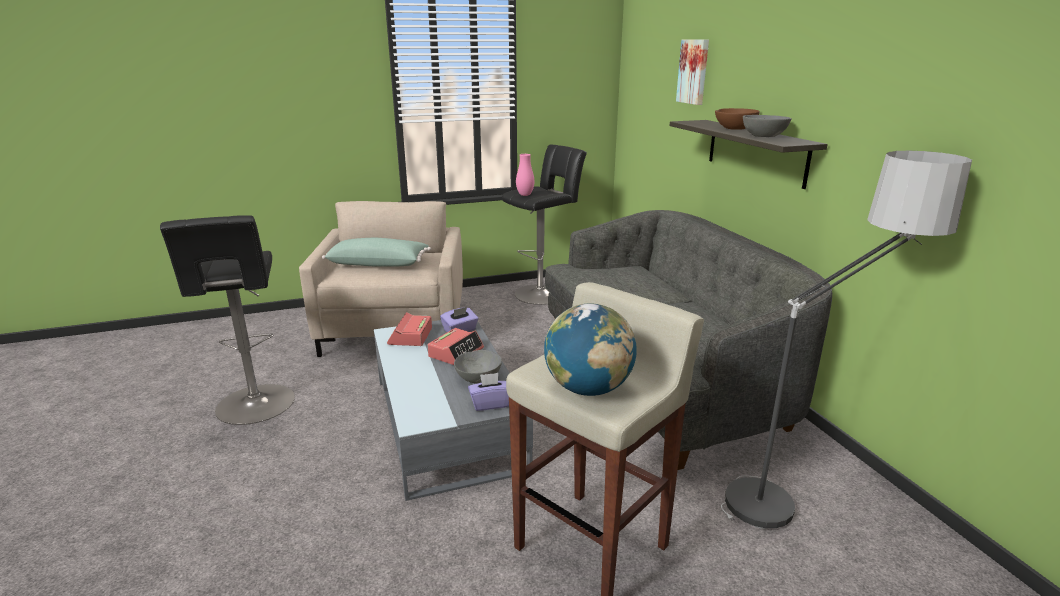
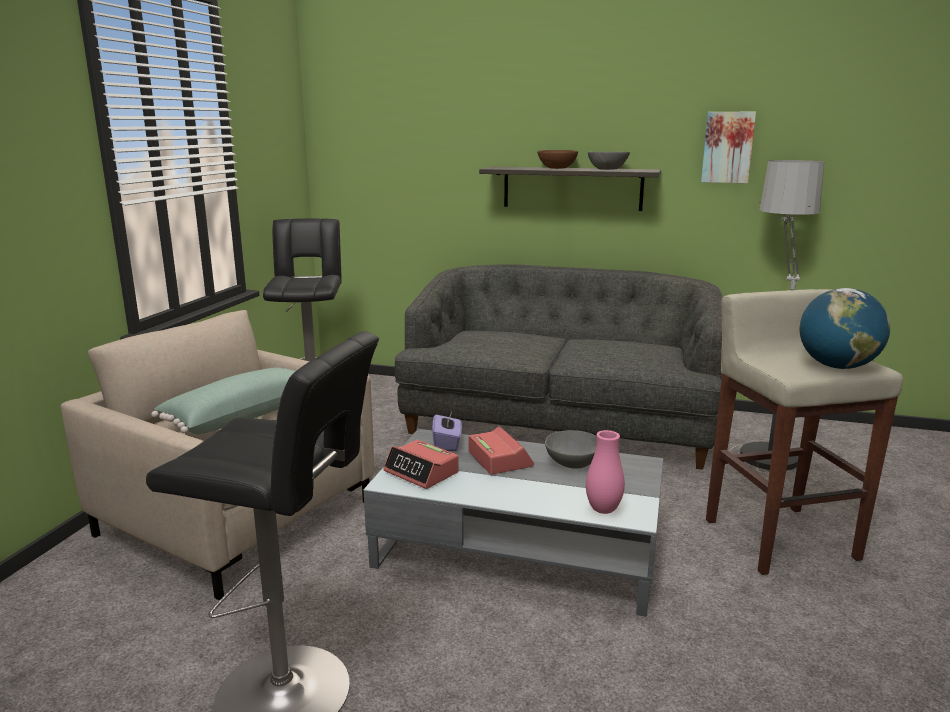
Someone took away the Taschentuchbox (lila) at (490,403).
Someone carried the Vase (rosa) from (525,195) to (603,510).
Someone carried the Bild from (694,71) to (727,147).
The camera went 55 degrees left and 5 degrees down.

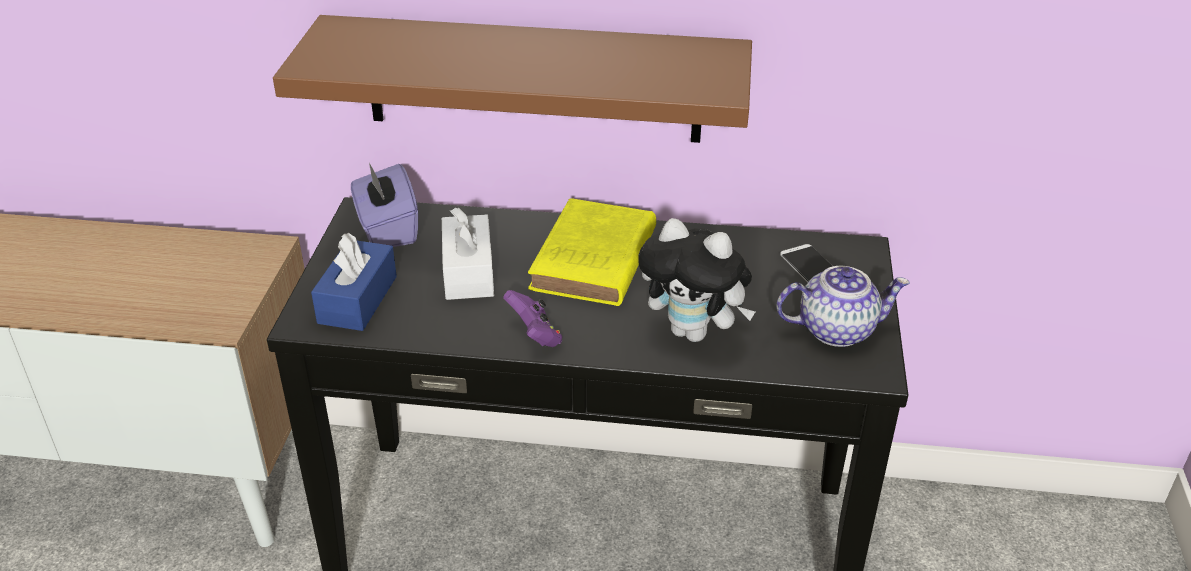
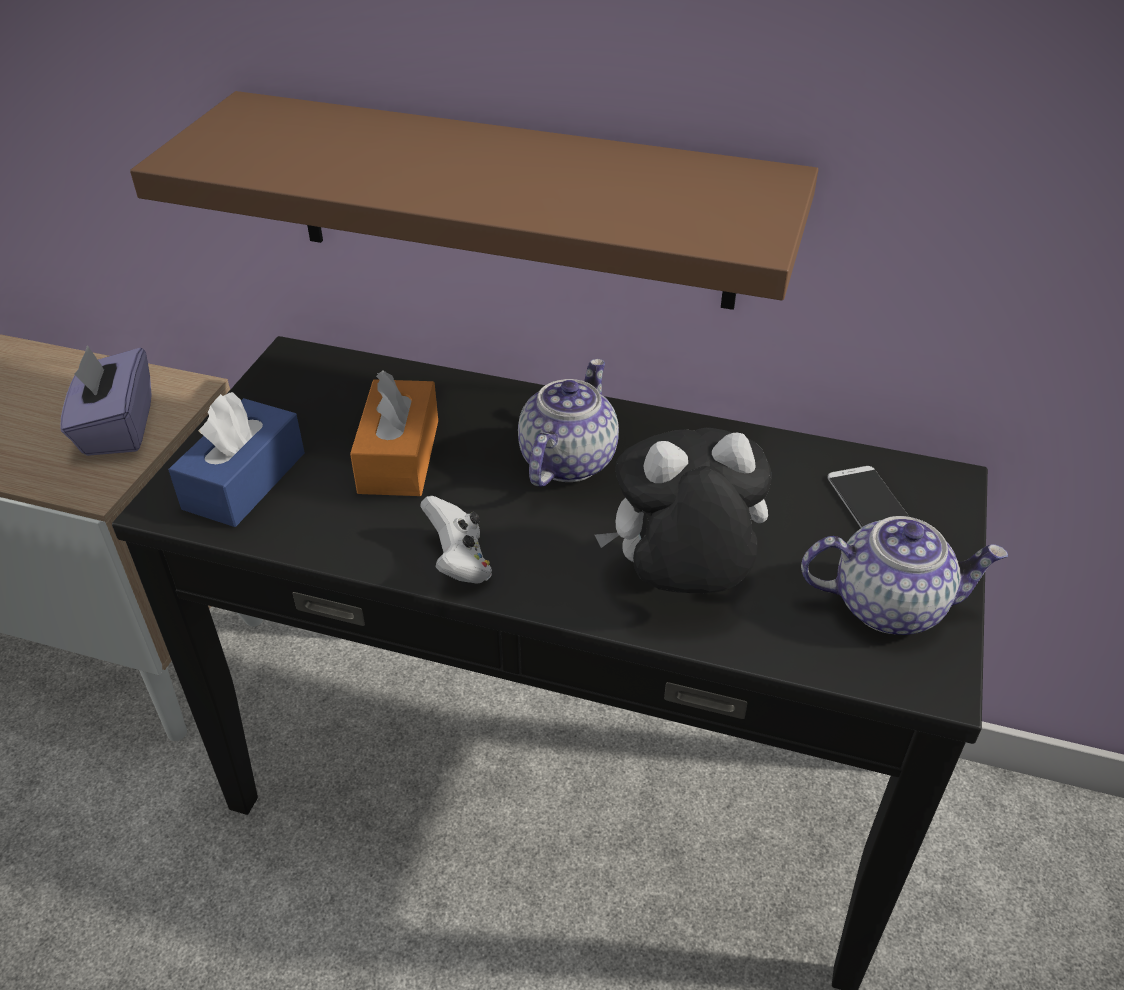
Someone carried the Taschentuchbox (lila) from (387,229) to (117,428).
Someone swapped the Buch (gelb) at (592,262) for the Teekanne at (566,460).
Someone repainted the Taschentuchbox (weiß) at (468,271), which became the Taschentuchbox (orange) at (399,456).
Someone repainted the Gamepad (lila) at (535,335), which became the Gamepad (weiß) at (459,562).
Someone rotated the Plüschtier at (694,332) by 135 degrees clockwise.
The camera went 10 degrees right and 5 degrees up.

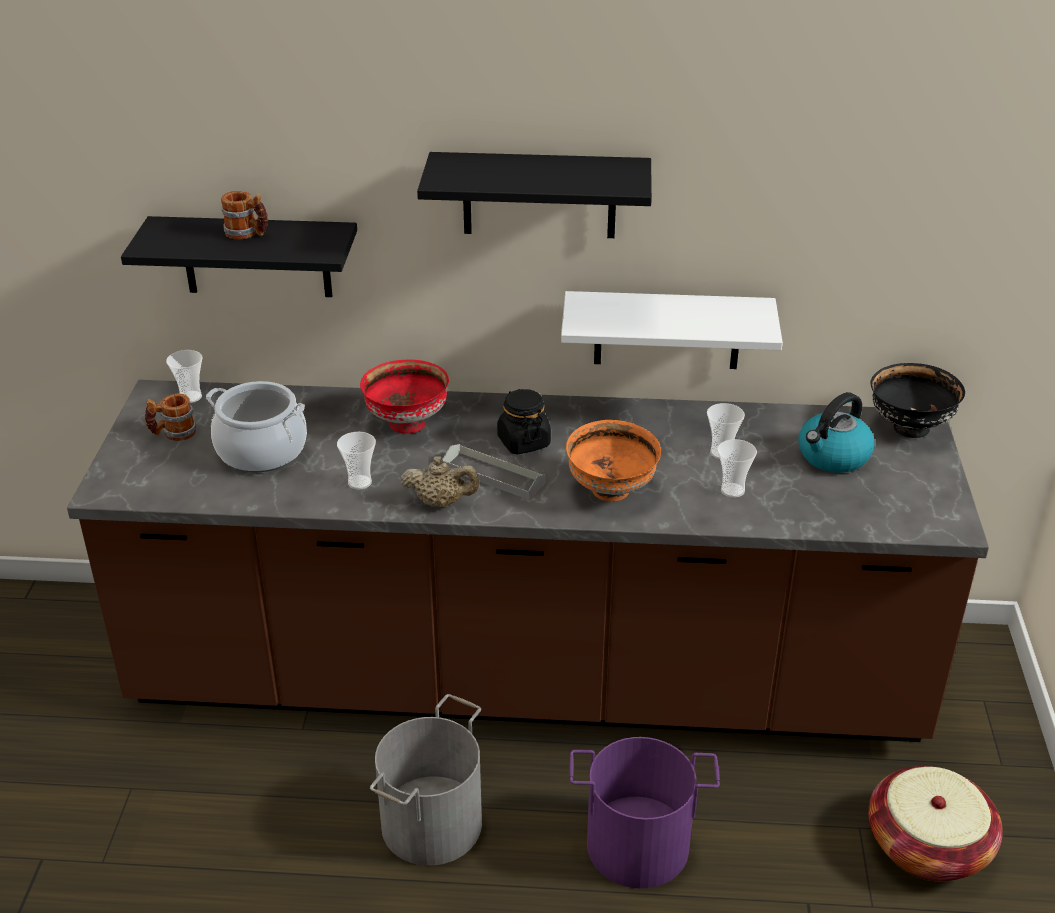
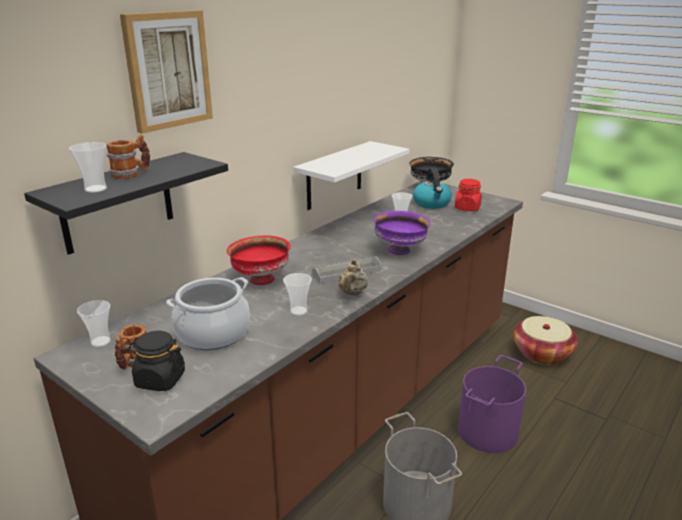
Someone took away the Wandregal (schwarz) at (539,195).
Someone put up the Bild at (167,70).
Someone put down the Vorratsglas (rot) at (467,208).
Someone carried the Vorratsglas (schwarz) from (523,442) to (160,380).
Someone carried the Tasse from (732,490) to (95,189).
Someone repainted the Schüssel (orange) at (612,491), which became the Schüssel (lila) at (400,250).
Someone rotated the Teekanne (beige) at (441,502) by 150 degrees clockwise.
The camera went 55 degrees left and 10 degrees down.

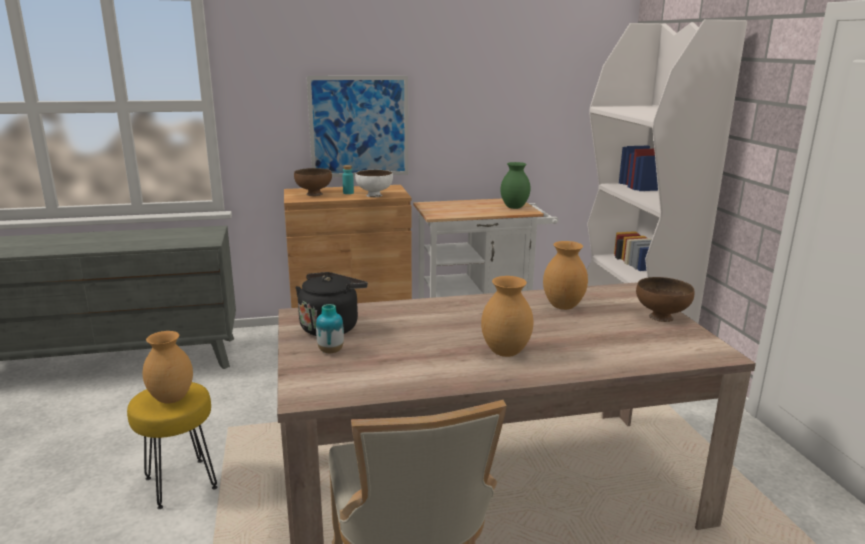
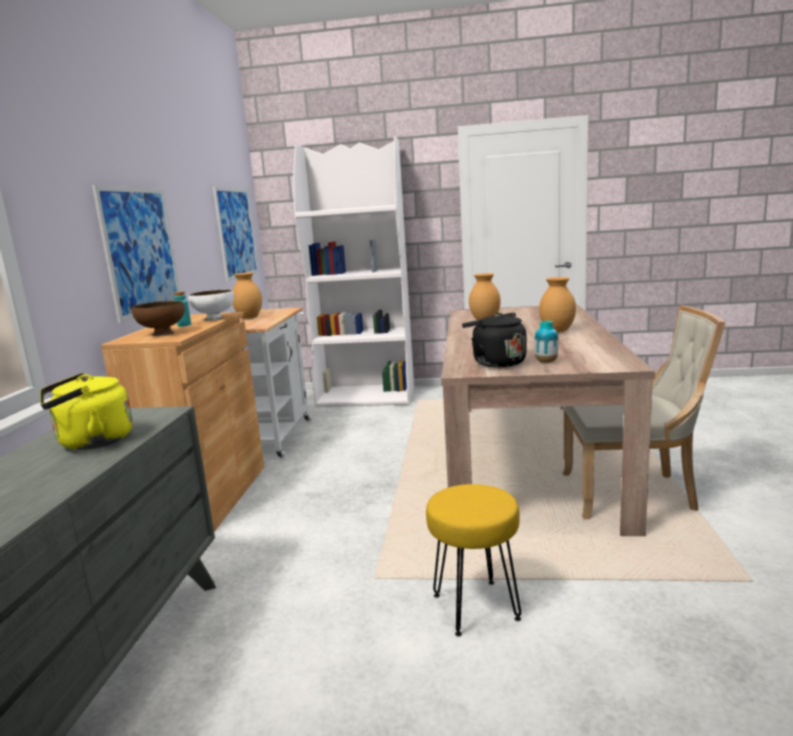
Someone took away the Vase (grün) at (514,207).
Someone took away the Schüssel (braun) at (661,317).
Someone put down the Wasserkessel (gelb) at (91,442).
Someone put up the Bild at (236,233).
Someone carried the Vase (braun) from (172,399) to (250,317).
The camera went 70 degrees left and 5 degrees down.

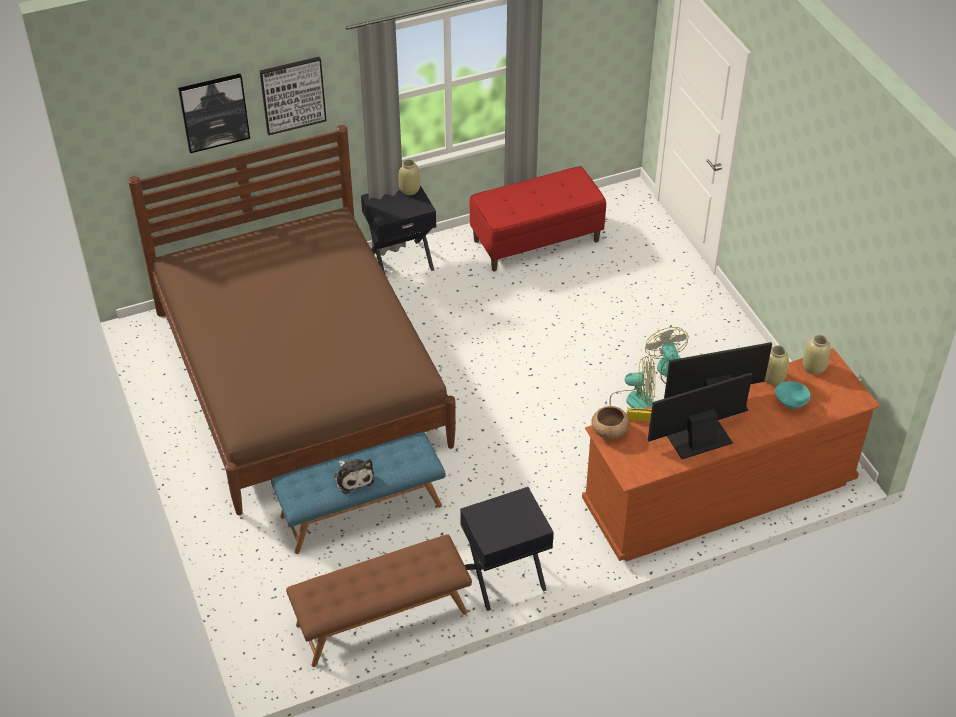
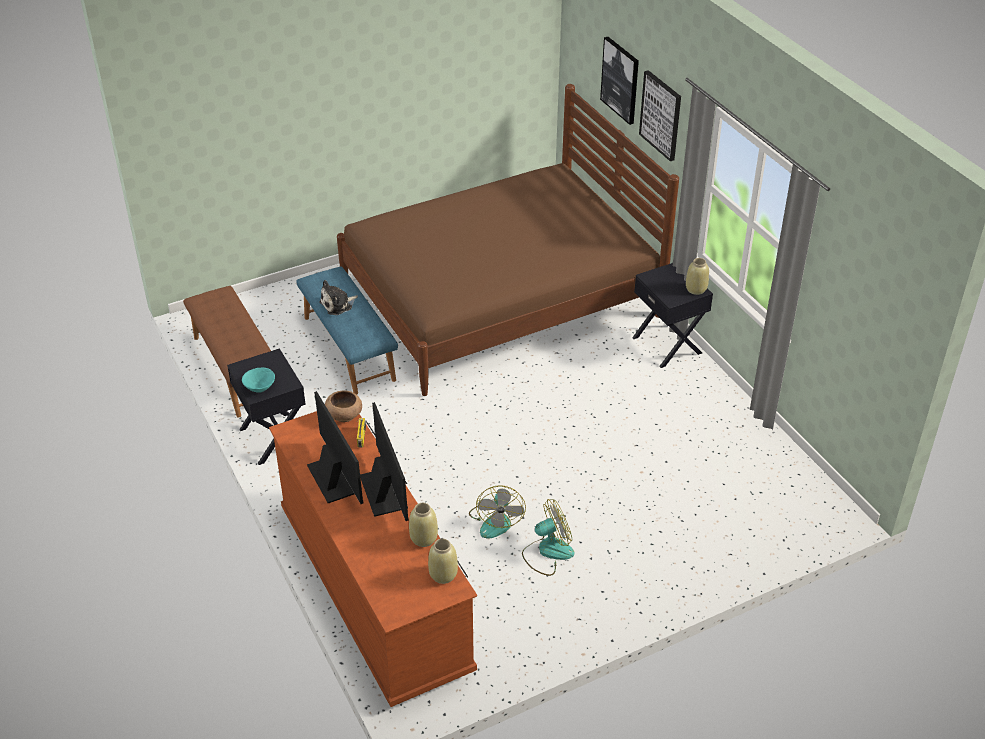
Someone took away the Bank (rot) at (536,240).
Someone carried the Schüssel (türkis) from (790,402) to (260,388).
The camera went 85 degrees right and 5 degrees down.

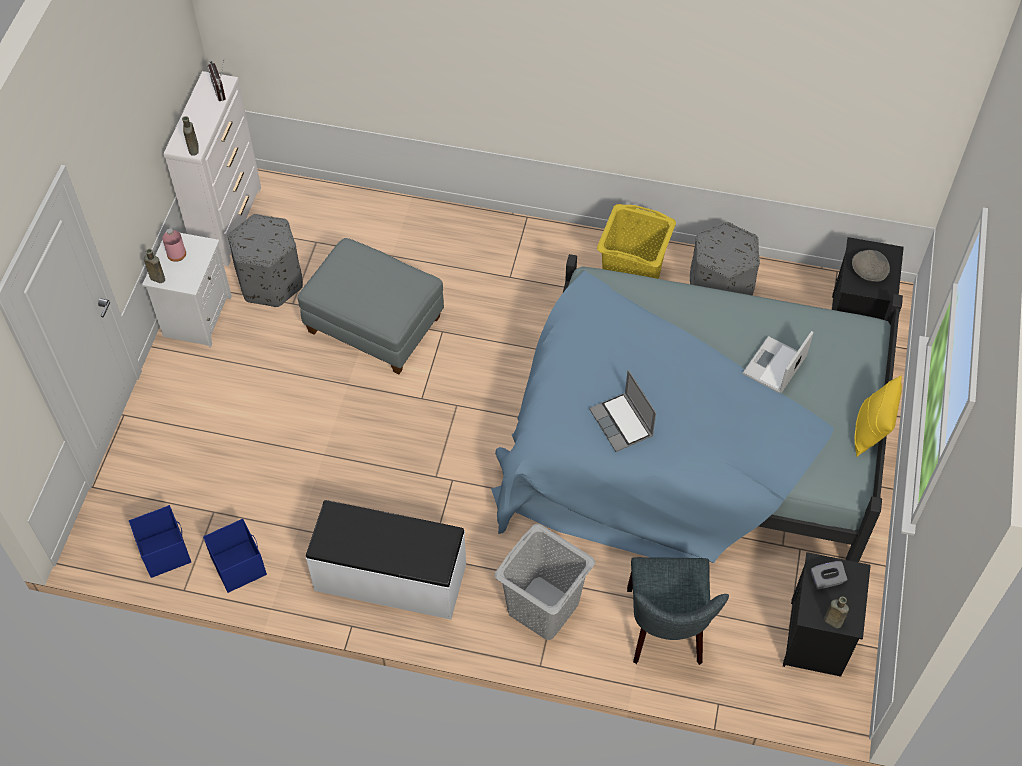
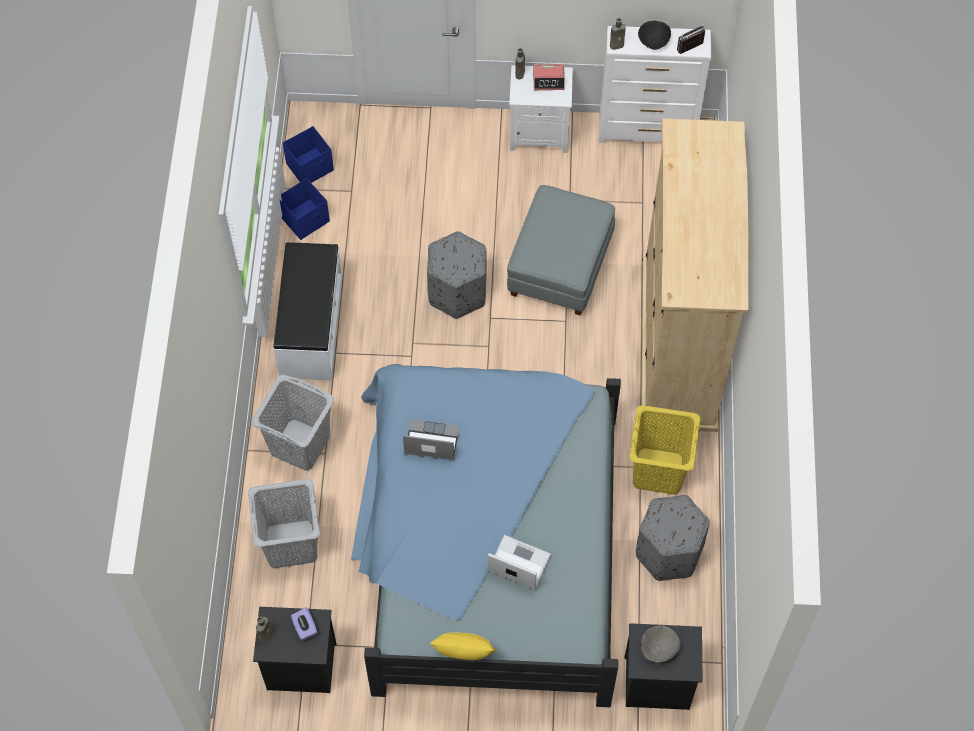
Someone put down the Schüssel (schwarz) at (654,41).
Someone put down the Kleiderschrank (beige) at (679,341).
Someone carried the Polsterhocker (grau) from (270,282) to (458,292).
Someone swapped the Flasche (rosa) at (176,254) for the Wecker at (548,80).
Someone swapped the Stuhl (grau) at (666,632) for the Wäschekorb (grau) at (290,543).
Someone repainted the Taschentuchbox (grau) at (826,580), which became the Taschentuchbox (lila) at (305,628).
Someone rotated the Laptop at (622,423) by 45 degrees clockwise.
The camera went 80 degrees right and 5 degrees up.

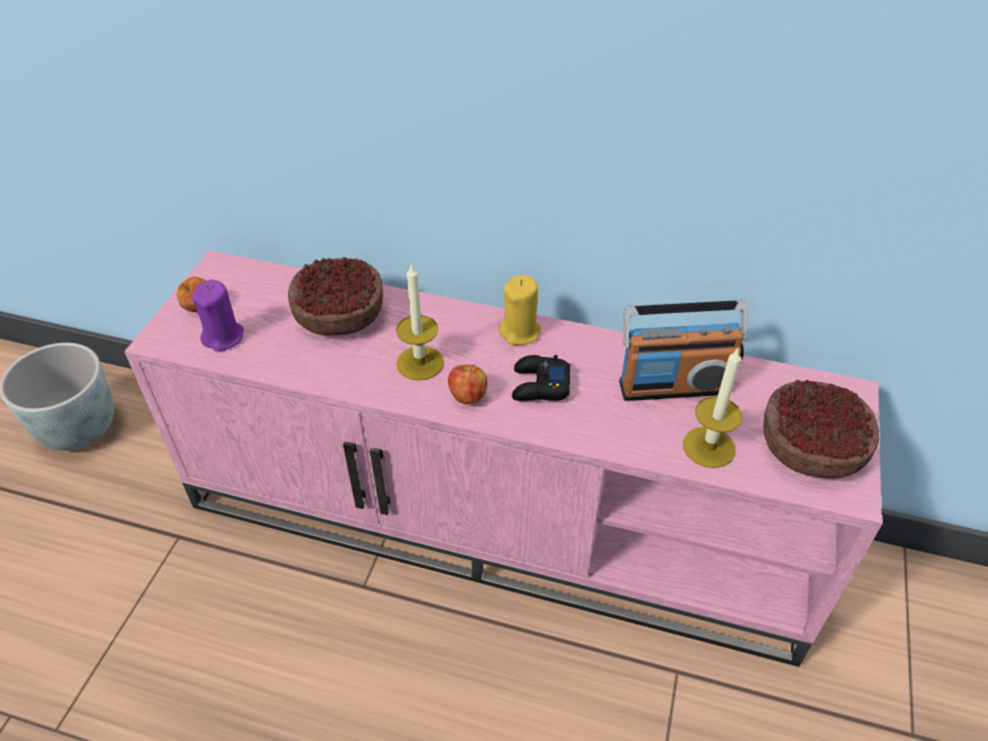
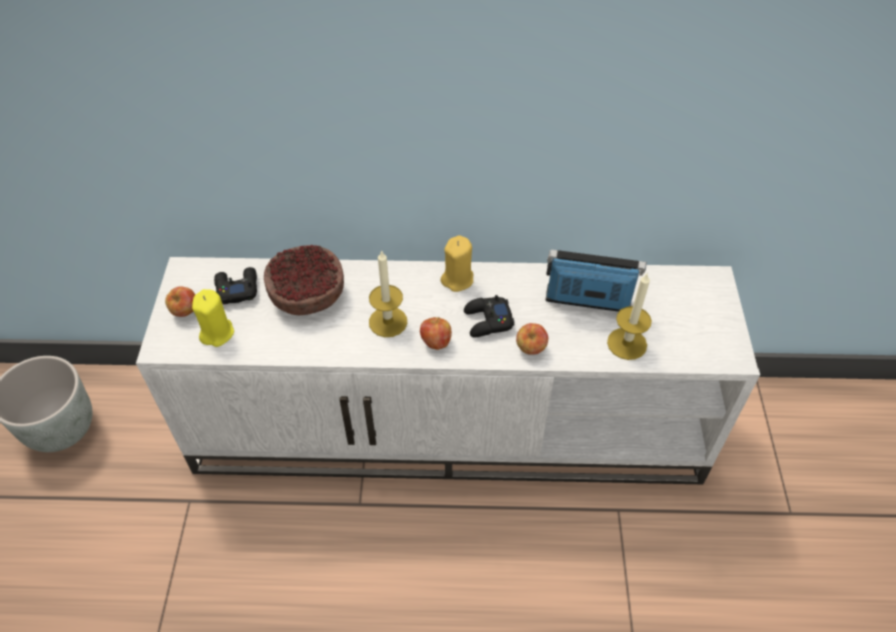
Someone took away the Schüssel at (811,447).
Someone put down the Gamepad (schwarz) at (237,288).
Someone put down the Apfel at (530,348).
Someone repainted the Fernsehschrank (rosa) at (499,520), which became the Fernsehschrank (weiß) at (450,425).
Someone repainted the Kerze (lila) at (224,337), which became the Kerze (gelb) at (217,333).
Someone rotated the Radio at (673,386) by 150 degrees counterclockwise.
The camera went 15 degrees left and 5 degrees up.

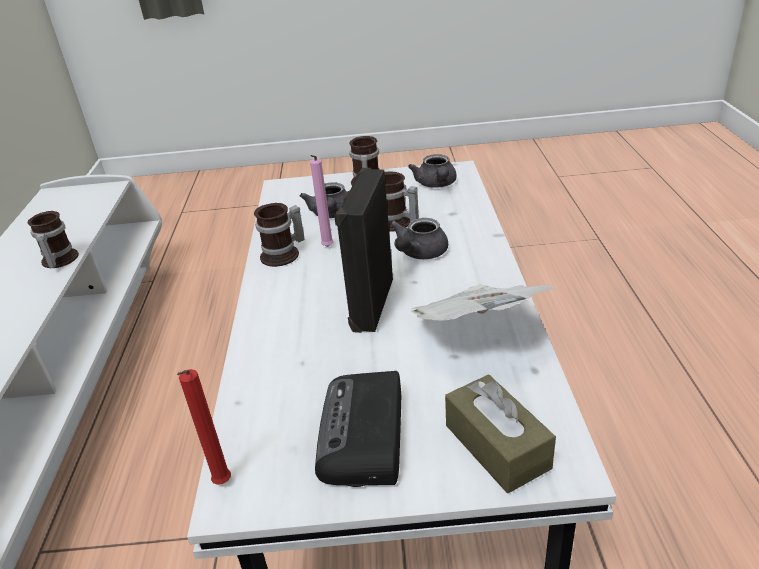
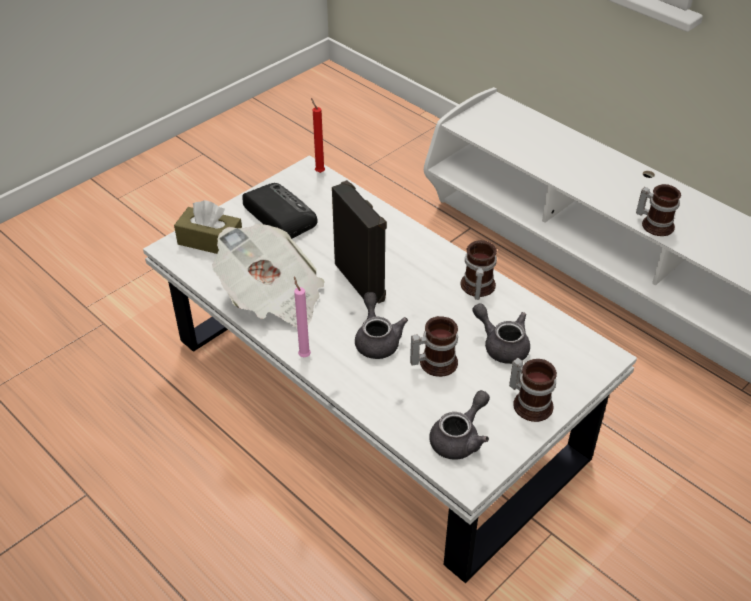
Someone carried the Kerze (rosa) from (327,248) to (303,354).
Someone rotated the Teekanne (grau) at (436,185) by 90 degrees clockwise.
The camera went 135 degrees right and 10 degrees up.

